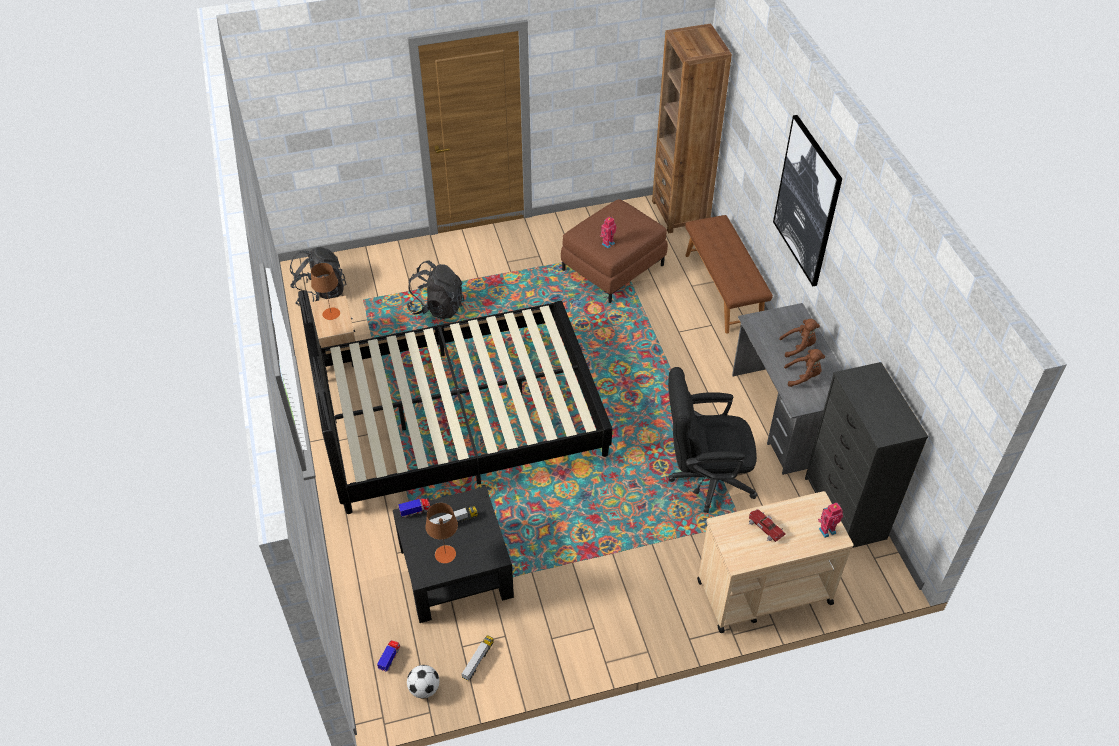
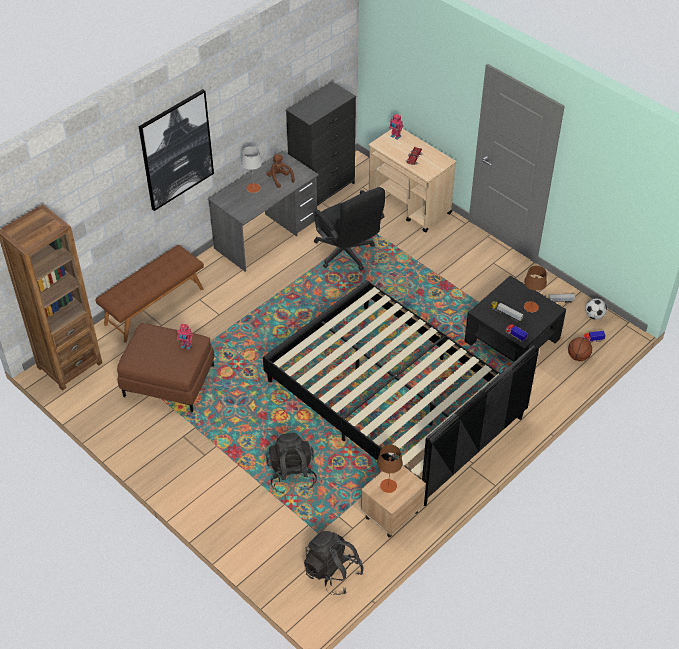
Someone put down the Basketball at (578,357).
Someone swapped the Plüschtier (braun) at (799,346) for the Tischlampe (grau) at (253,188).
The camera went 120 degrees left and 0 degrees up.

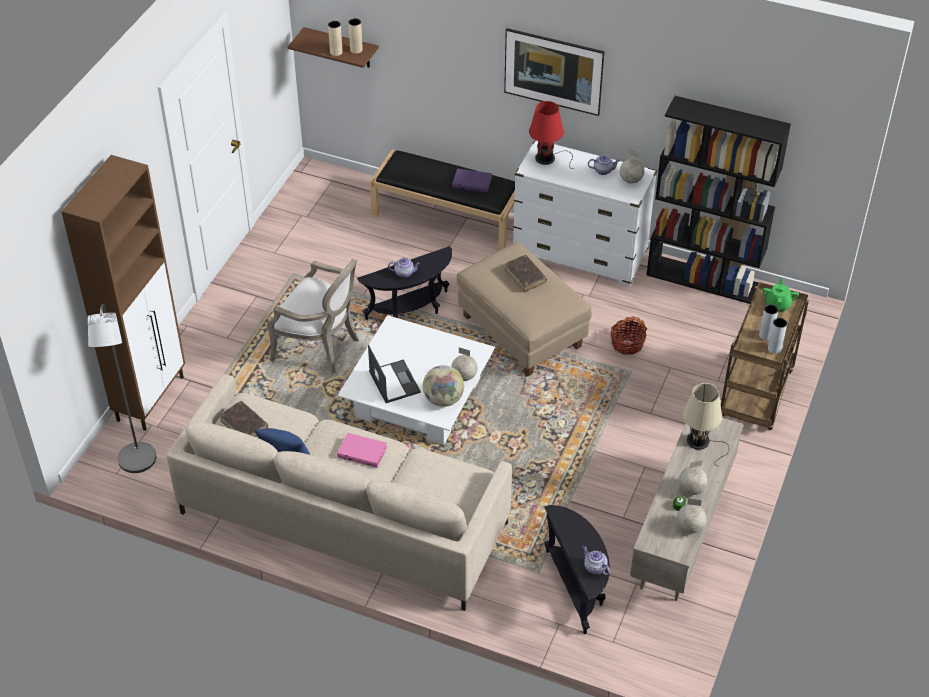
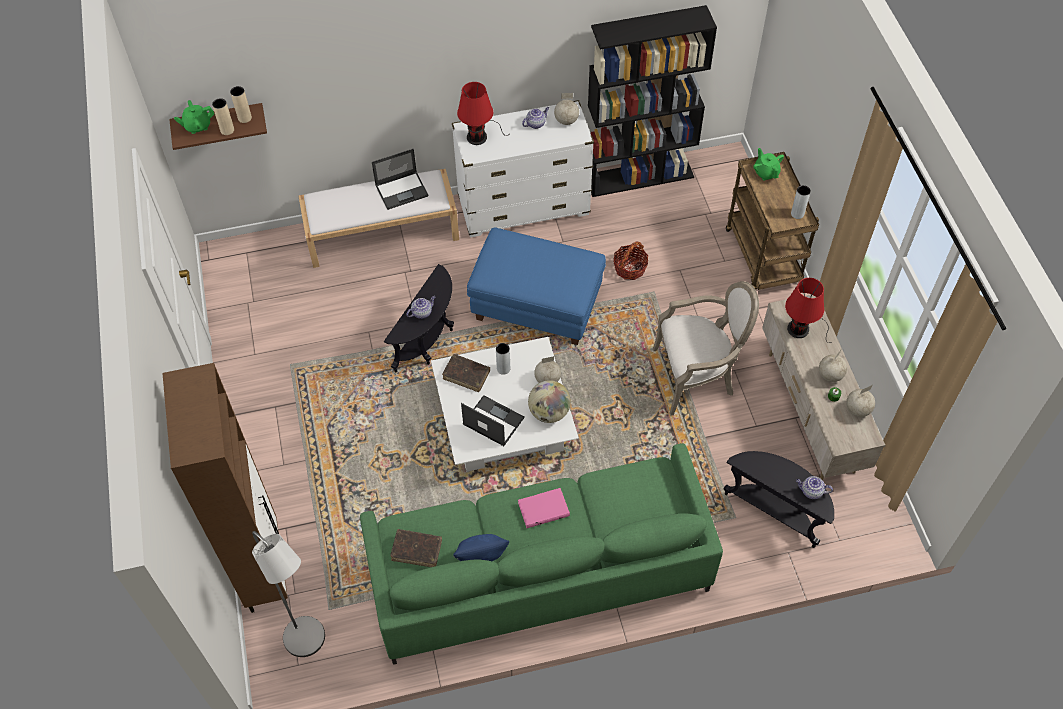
Someone took away the Bild at (552,87).
Someone put down the Teekanne (grün) at (197,126).
Someone carried the Sessel from (321,348) to (697,376).
Someone carried the Buch (braun) from (525,276) to (466,375).
Someone carried the Vase (grau) from (766,335) to (503,369).
Someone swapped the Buch (lila) at (472,182) for the Laptop at (402,190).
Someone repainted the Sofa (beige) at (344,517), which became the Sofa (grün) at (539,572).
Someone repainted the Bank (schwarz) at (448,217), which became the Bank (weiß) at (383,232).
Someone repainted the Polsterhocker (beige) at (521,331), which became the Polsterhocker (blau) at (536,306).
Someone repainted the Tischlampe (beige) at (700,442), which became the Tischlampe (rot) at (801,329).
The camera went 35 degrees left and 10 degrees up.

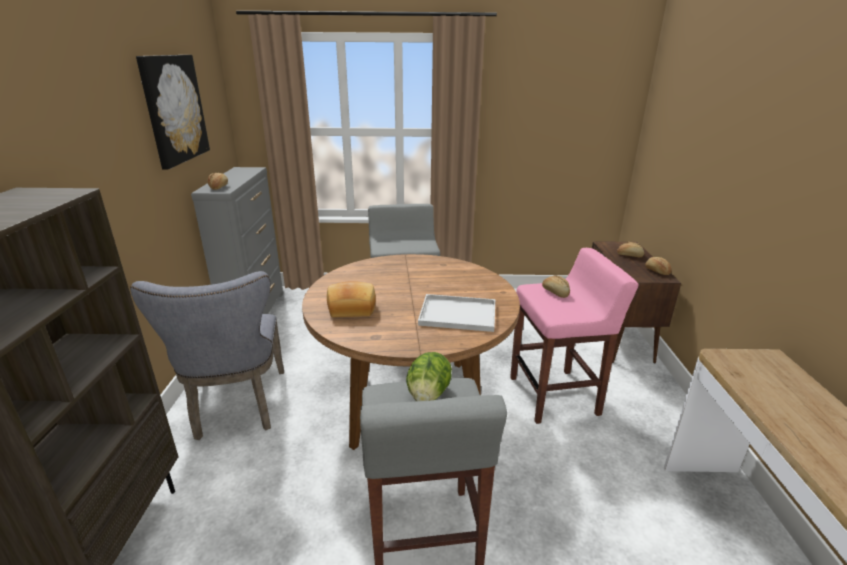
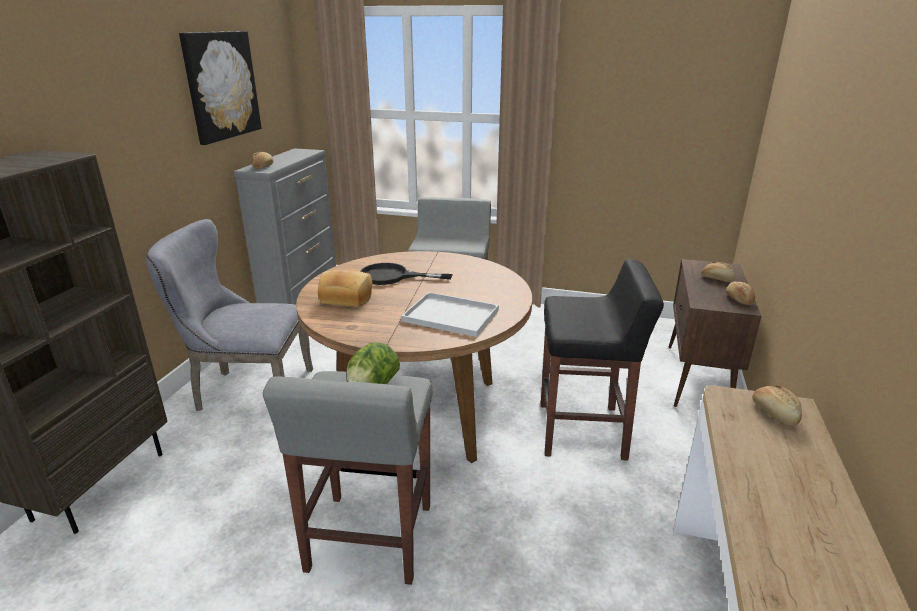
Someone put down the Pfanne (schwarz) at (393,276).
Someone carried the Brot from (555,292) to (774,413).
Someone repainted the Hocker (rosa) at (555,396), which became the Hocker (schwarz) at (583,431).
Someone rotated the Stuhl (grau) at (238,408) by 90 degrees clockwise.
The camera went 15 degrees right and 0 degrees up.

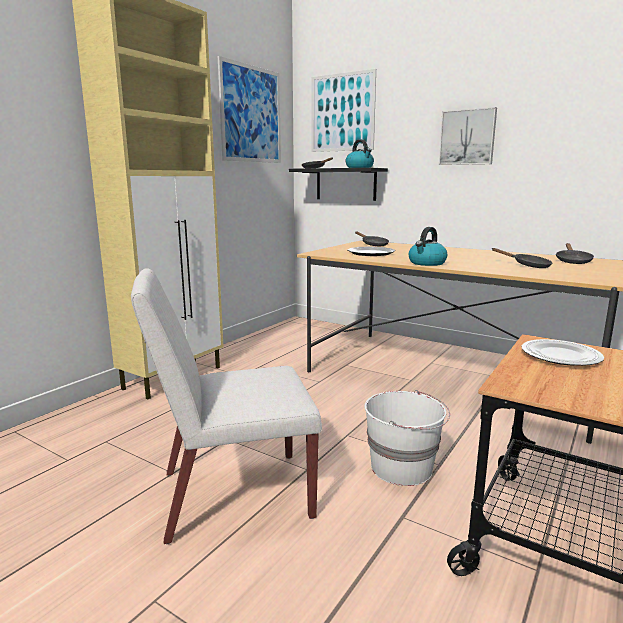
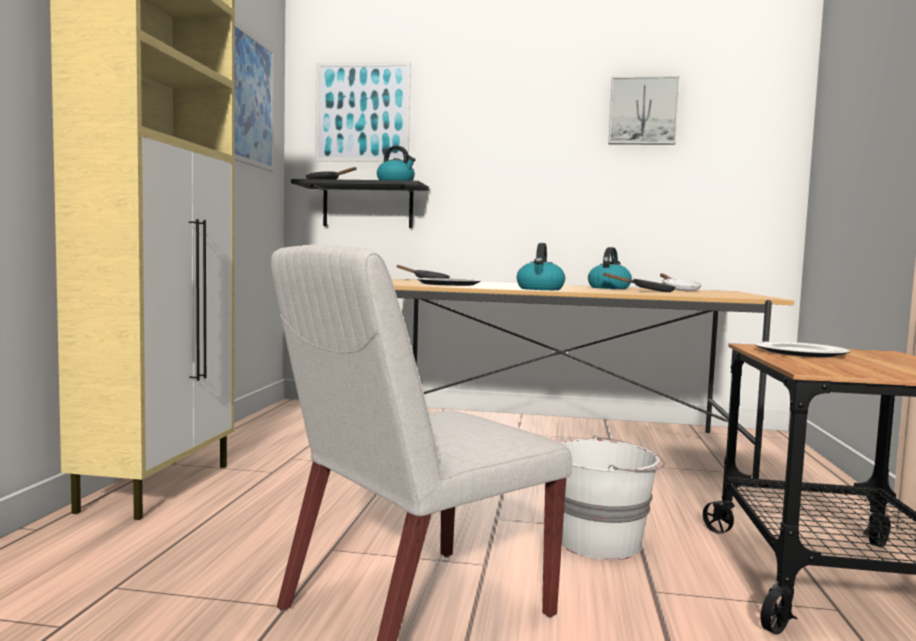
Someone put down the Wasserkessel at (609,288).
Someone carried the Bild from (467,137) to (643,111).
Someone repainted the Pfanne (schwarz) at (572,261), which became the Pfanne (weiß) at (678,290).
The camera went 25 degrees left and 10 degrees down.

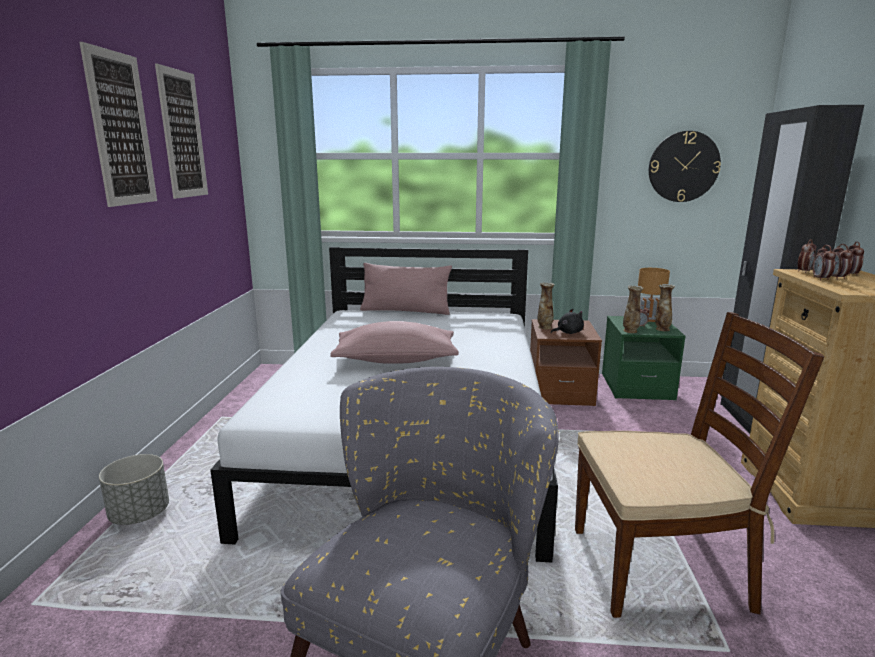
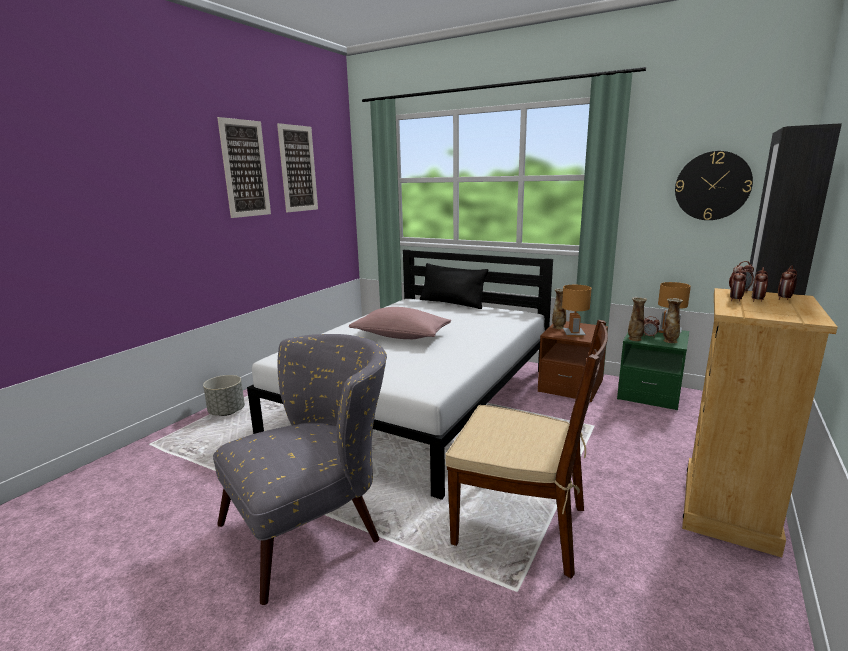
Someone swapped the Plüschtier (schwarz) at (568,332) for the Tischlampe (braun) at (573,334).
Someone repainted the Kissen (rosa) at (405,311), which became the Kissen (schwarz) at (452,303).
The camera went 25 degrees right and 0 degrees up.

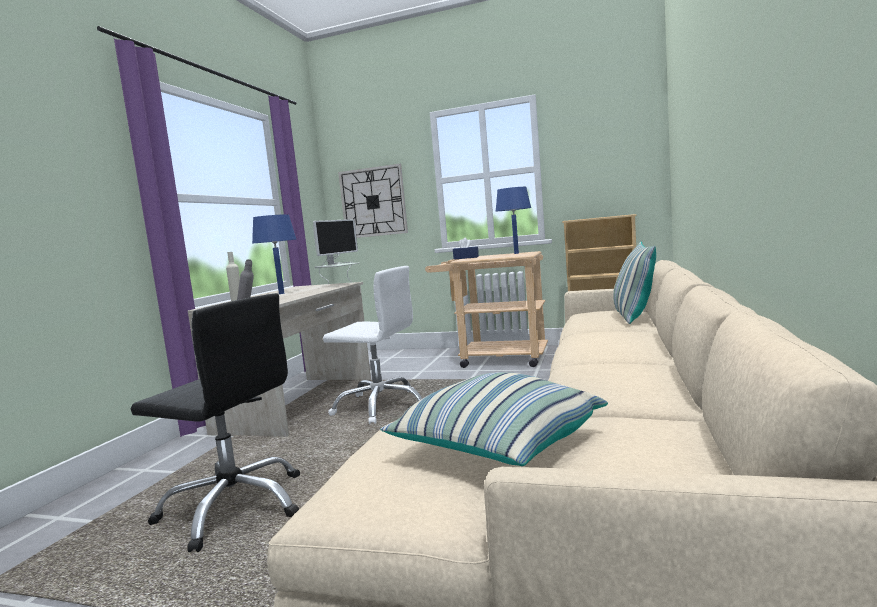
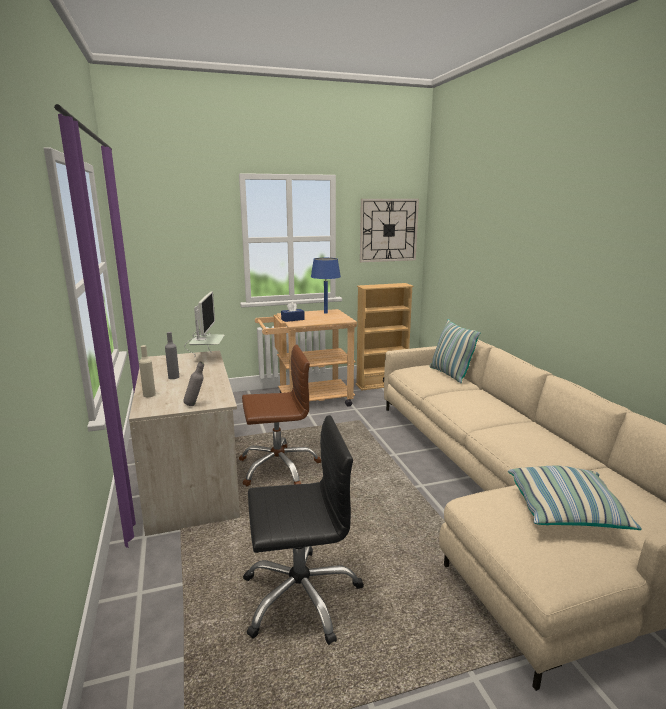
Someone carried the Wanduhr from (373,202) to (388,230).
Someone swapped the Tischlampe (blau) at (281,293) for the Flasche (grau) at (173,377).
Someone repainted the Bürostuhl (weiß) at (380,406), which became the Bürostuhl (braun) at (278,467).
The camera went 35 degrees left and 10 degrees up.

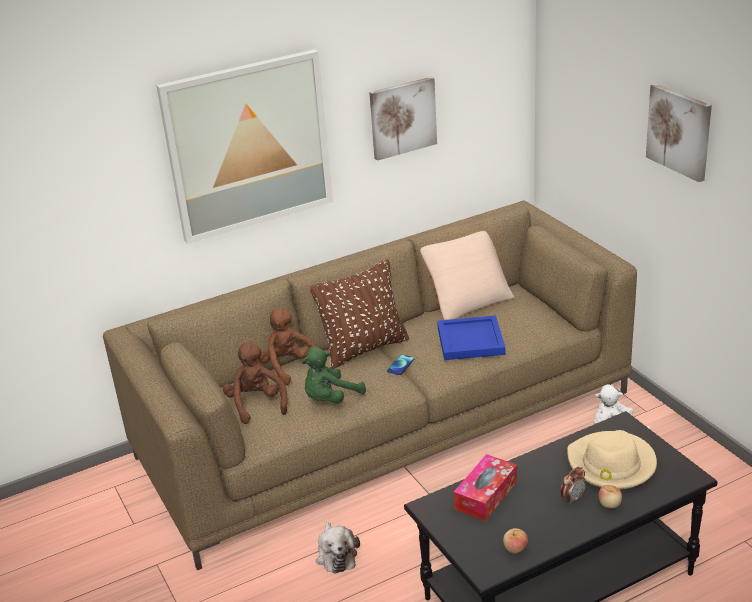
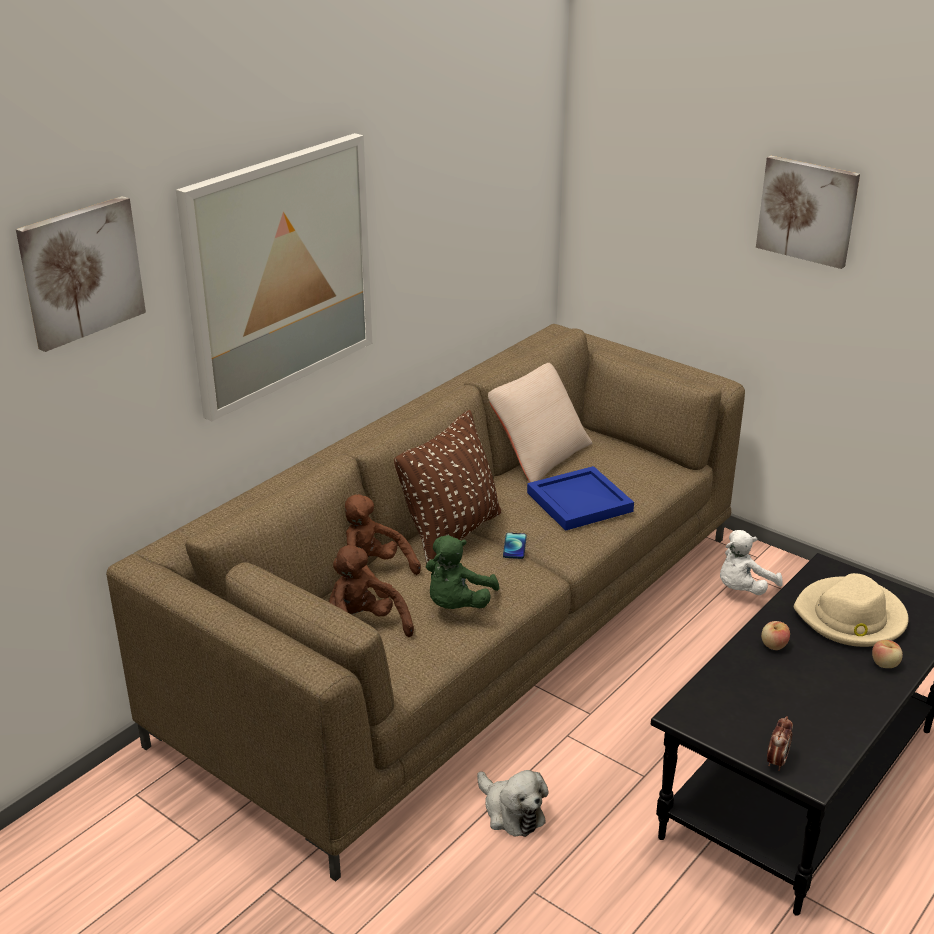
Someone took away the Taschentuchbox at (486,495).
Someone carried the Bild from (402,117) to (80,271).
Someone carried the Apfel from (515,549) to (773,645).
Someone carried the Wecker from (572,498) to (776,761).
The camera went 25 degrees left and 0 degrees up.

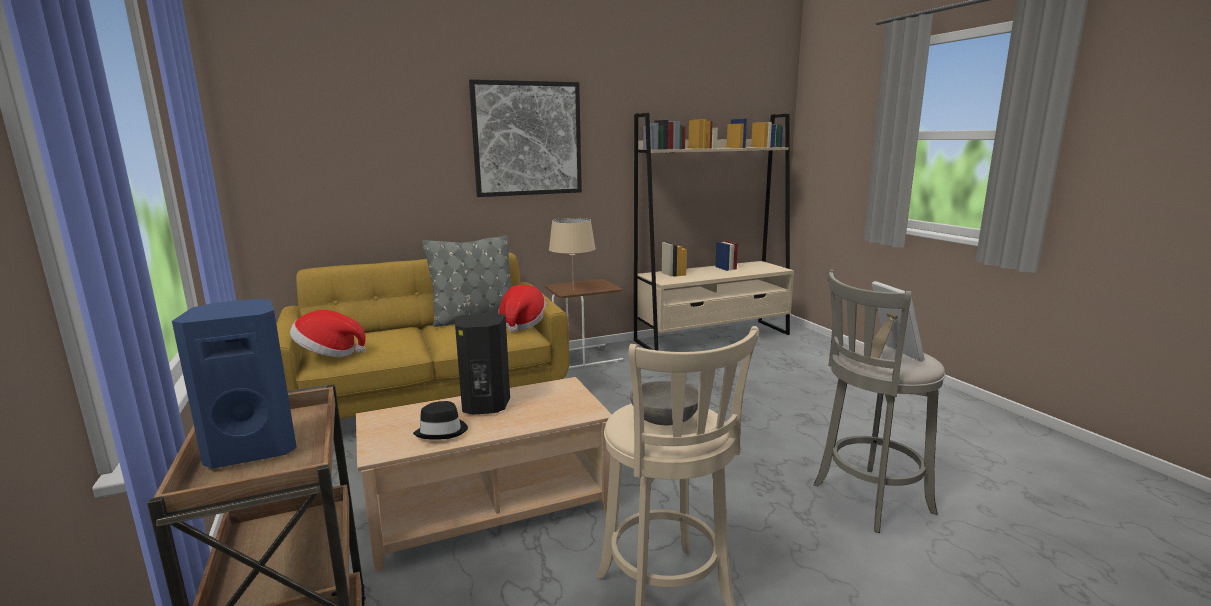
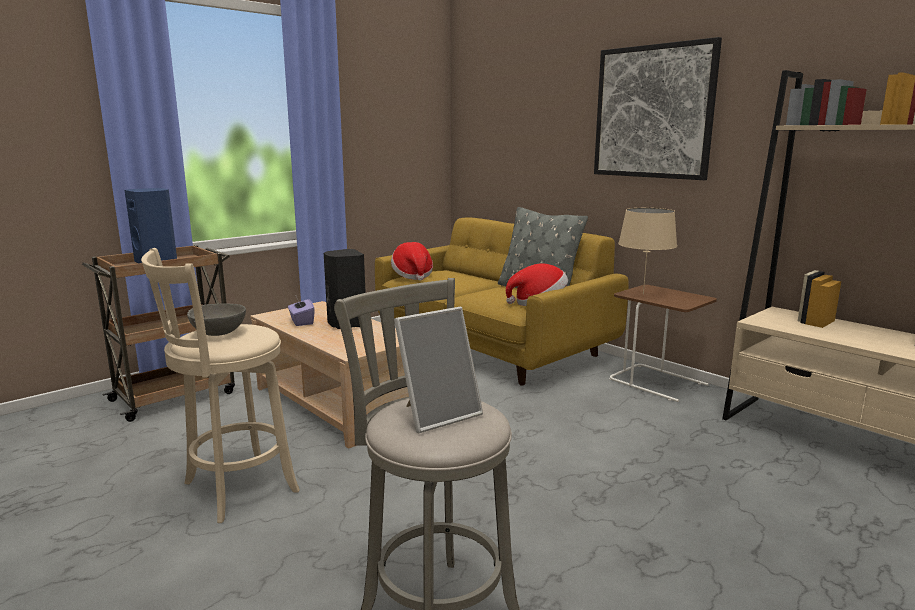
Someone swapped the Hut (schwarz) at (442,431) for the Taschentuchbox (lila) at (301,322).
The camera went 70 degrees right and 0 degrees up.

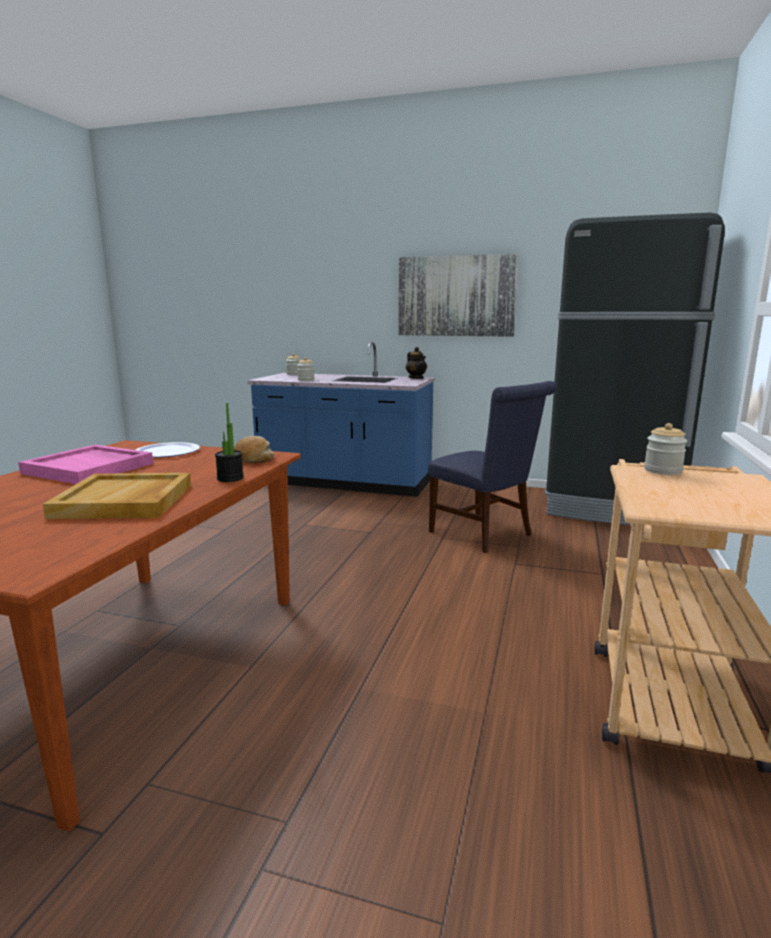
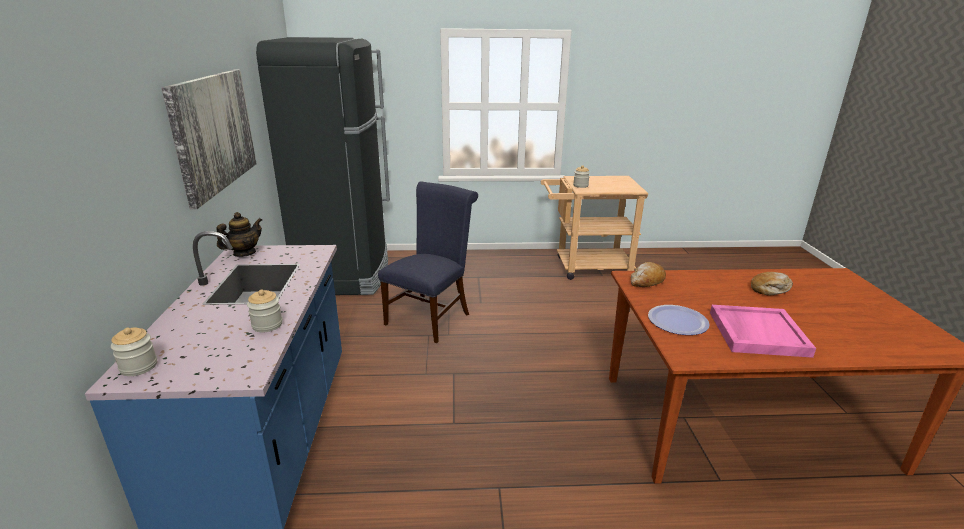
Someone took away the Topfpflanze at (230,478).
Someone swapped the Tablett (beige) at (125,501) for the Brot at (770,289).
The camera went 110 degrees left and 10 degrees up.

